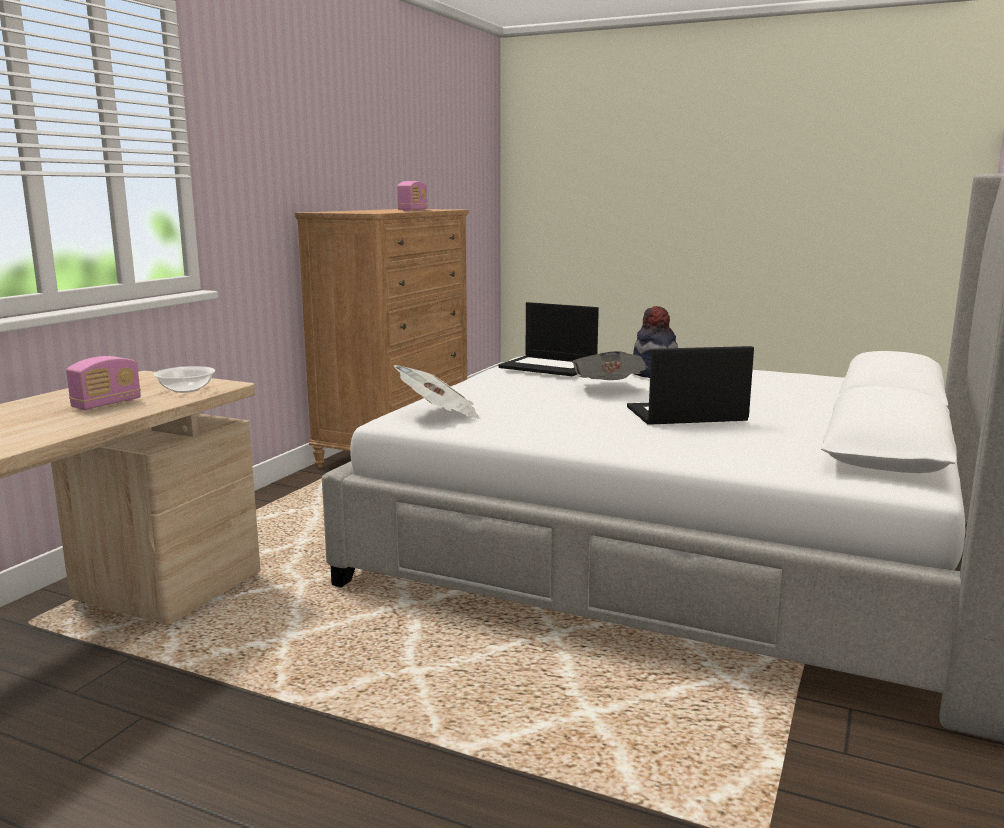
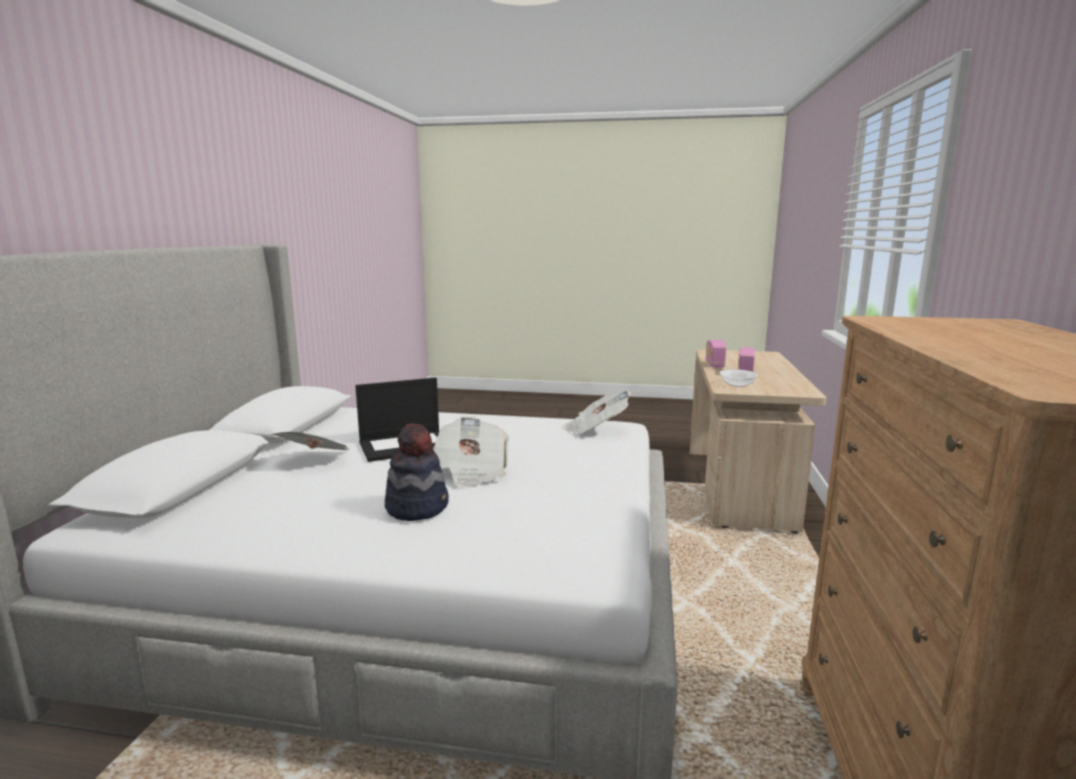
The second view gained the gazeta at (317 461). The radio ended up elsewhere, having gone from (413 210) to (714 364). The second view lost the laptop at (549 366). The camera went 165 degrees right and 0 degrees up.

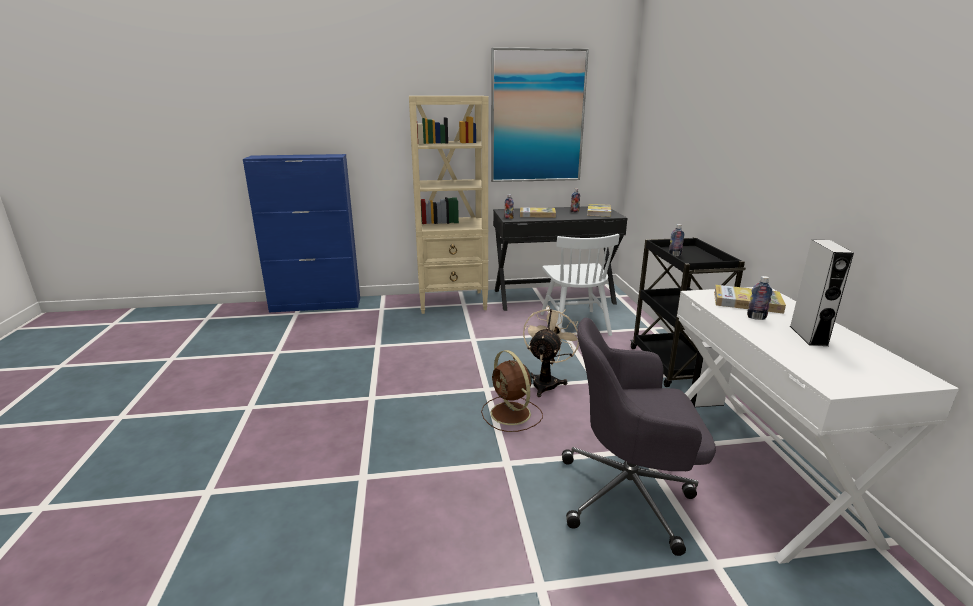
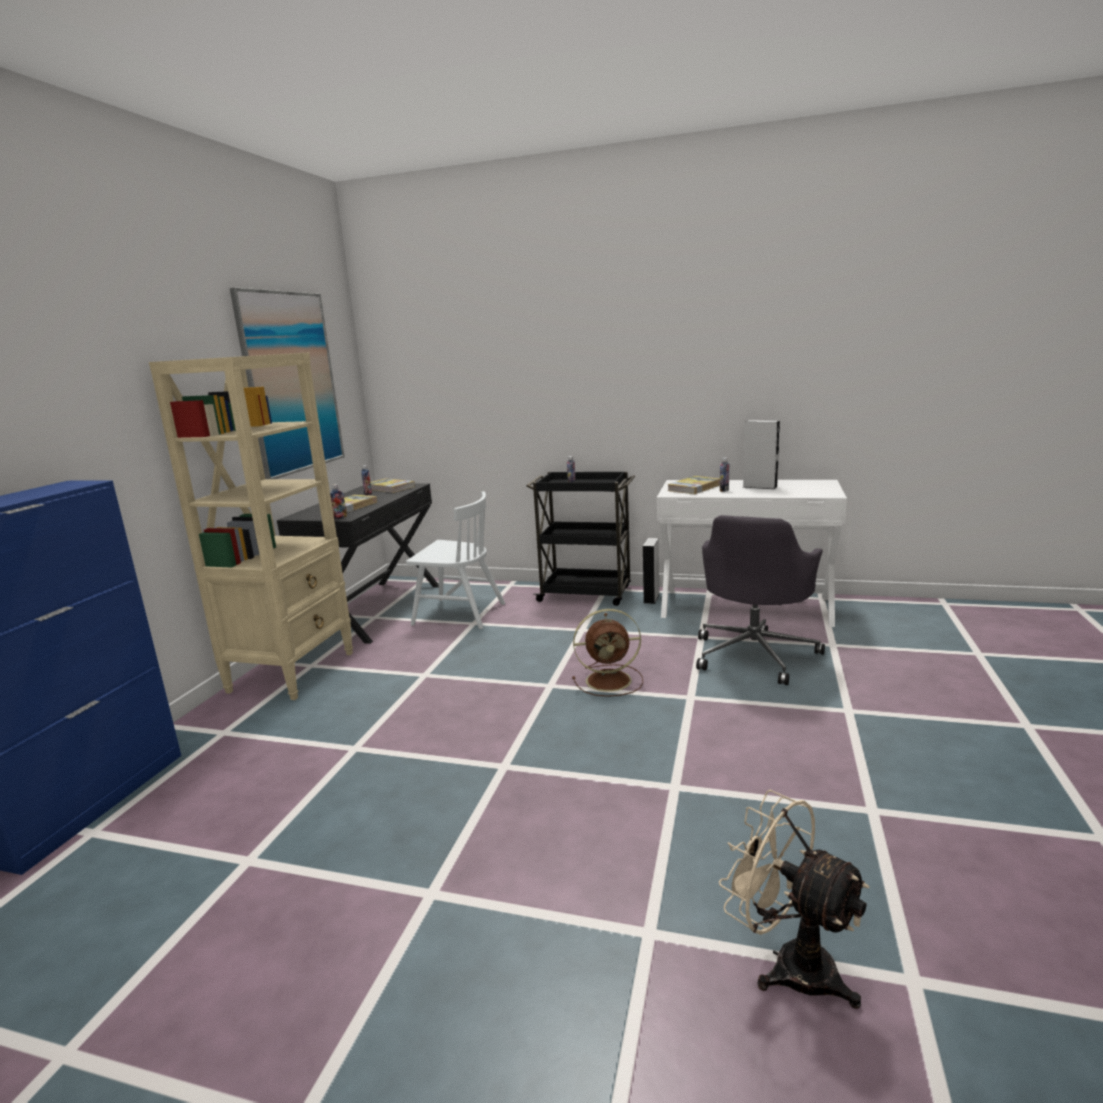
The wentylator [beżowy] ended up elsewhere, having gone from (547 382) to (789 963). The camera went 65 degrees left and 5 degrees down.

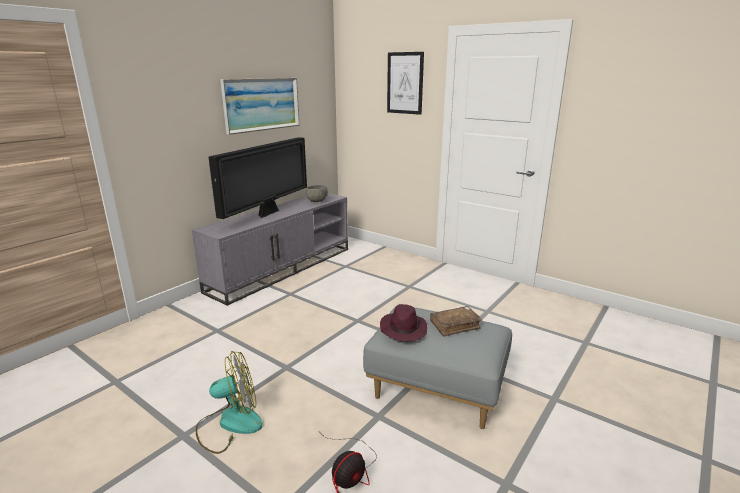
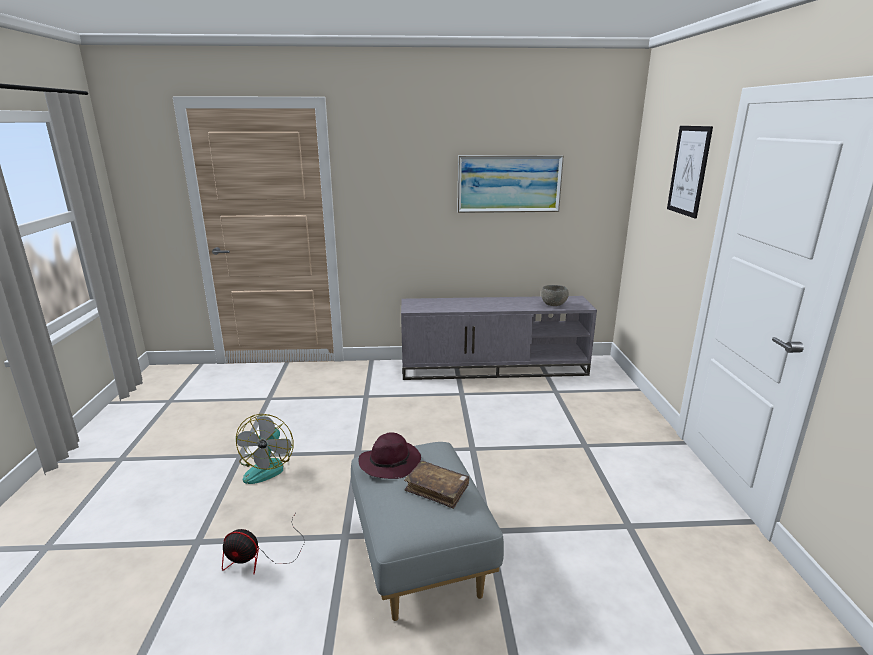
The wentylator at (230 424) ended up facing another way, 60 degrees clockwise from before. The second view lost the telewizor at (268 213). The camera went 50 degrees right and 0 degrees up.

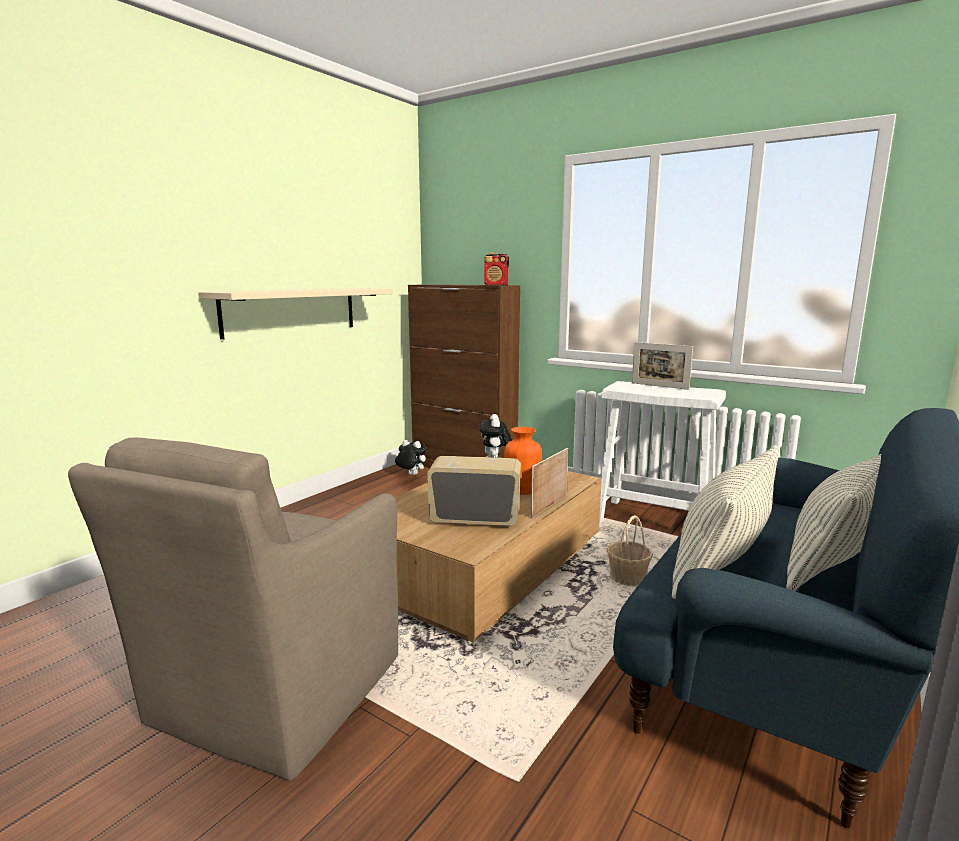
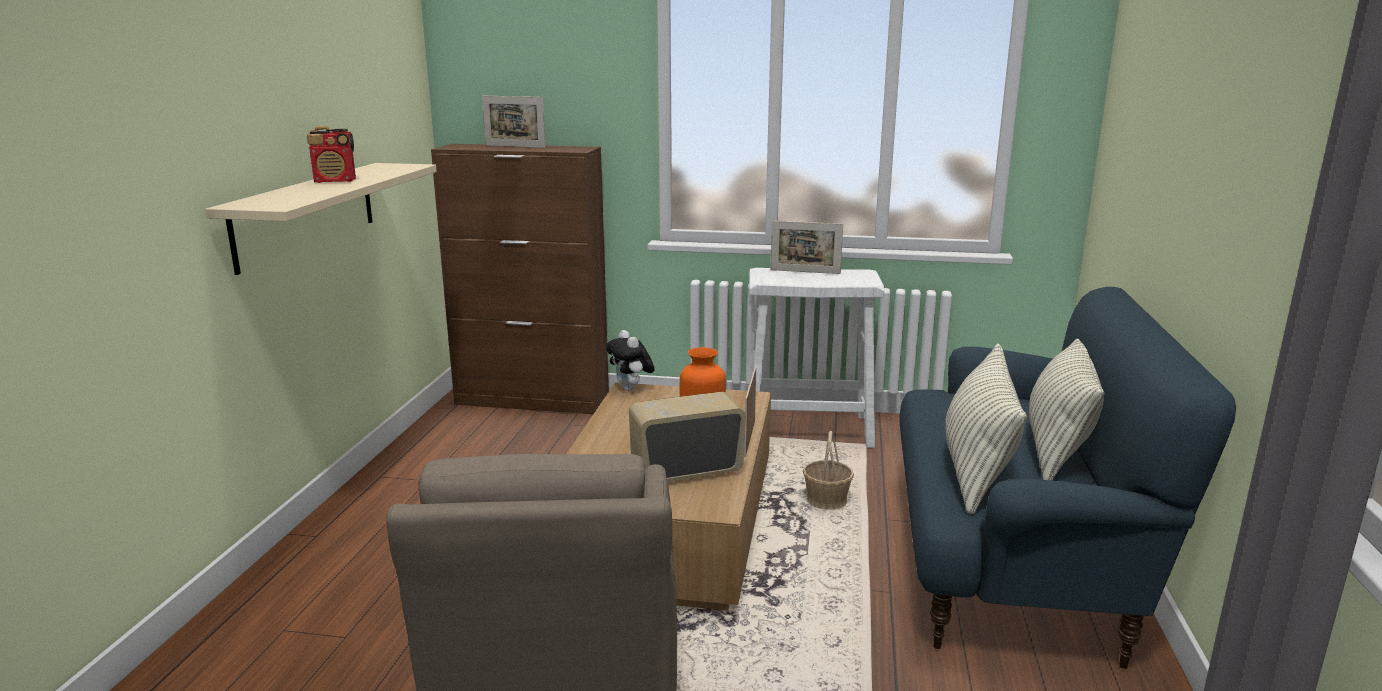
The radio ended up elsewhere, having gone from (496 285) to (335 181). The second view gained the ramka na zdjęcie at (515 146). The second view lost the pluszak at (411 475). The camera went 25 degrees left and 5 degrees up.

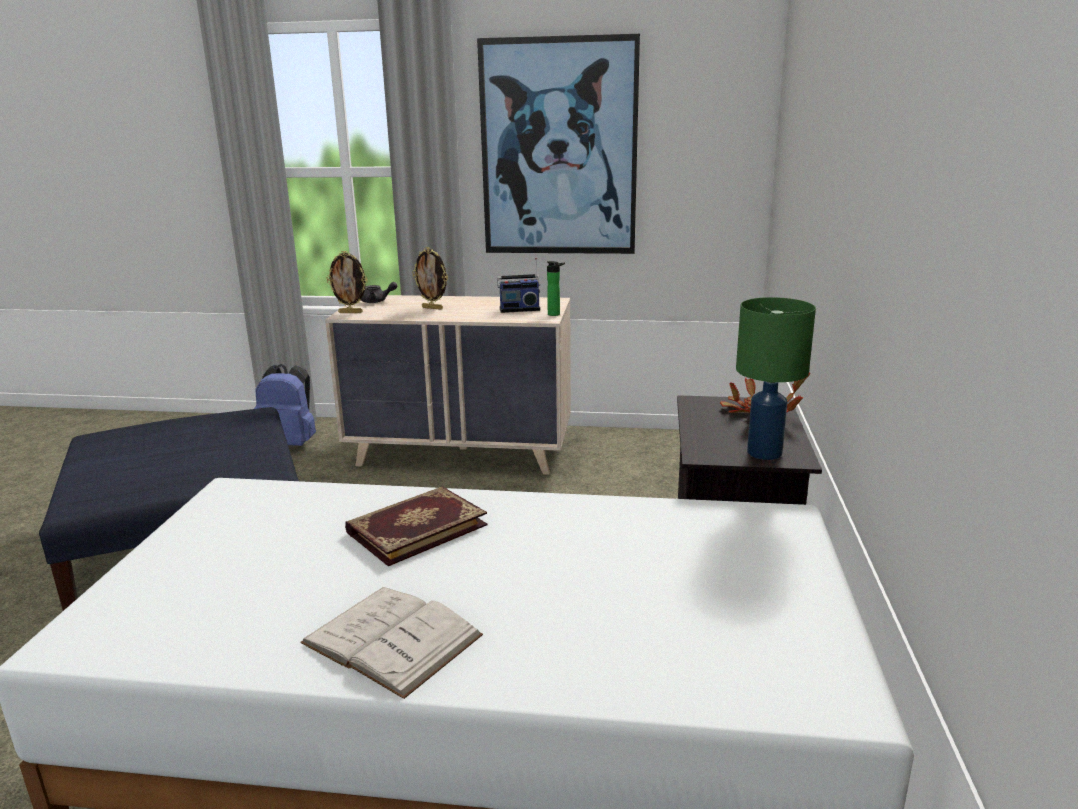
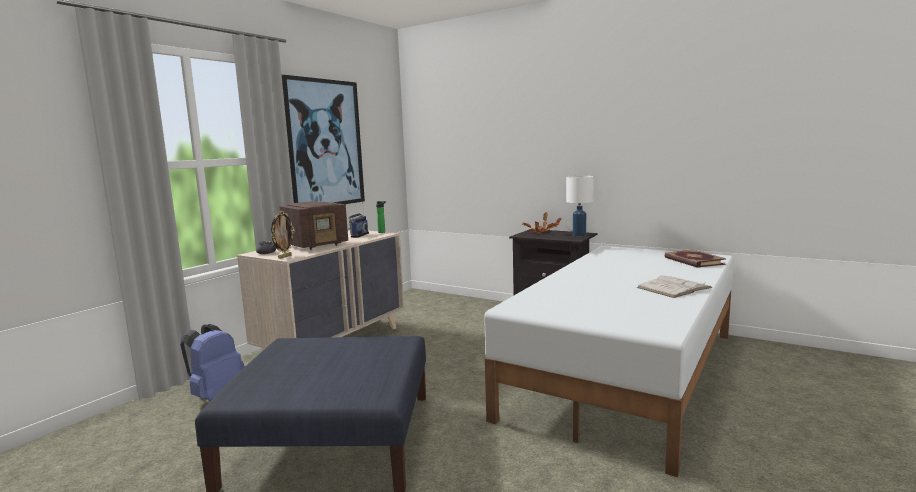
Where the ramka na zdjęcie stood at (432 308), the radio came to stand at (317 245). What was the lampa stołowa [zielony] at (763 452) turned into the lampa stołowa [biały] at (579 235). The książka ended up elsewhere, having gone from (416 528) to (693 261). The camera went 65 degrees left and 10 degrees down.

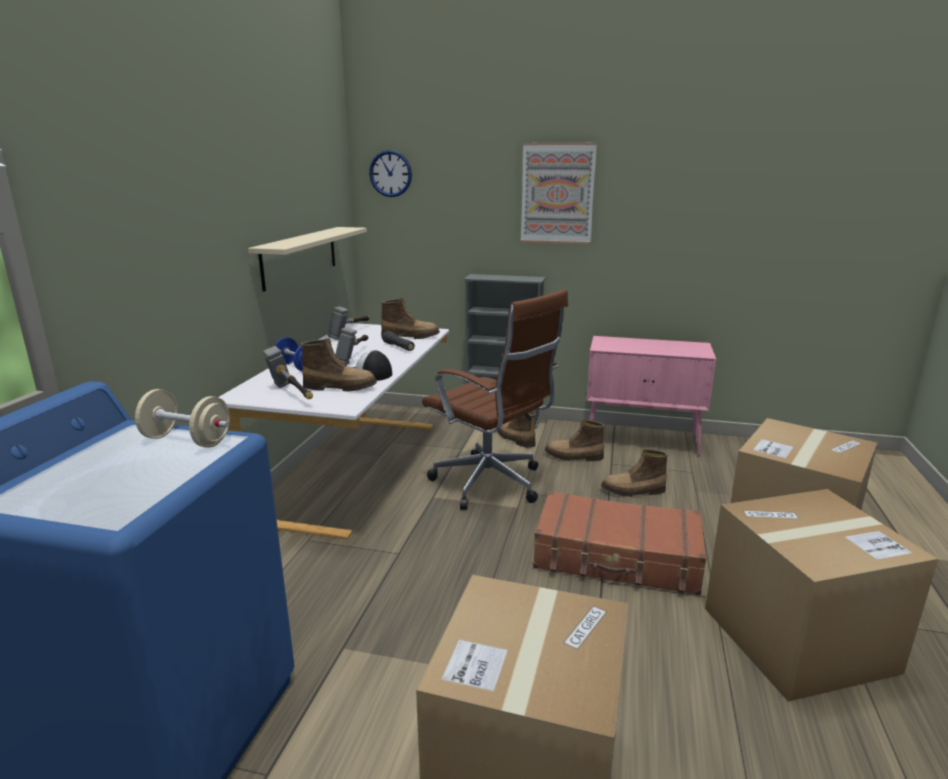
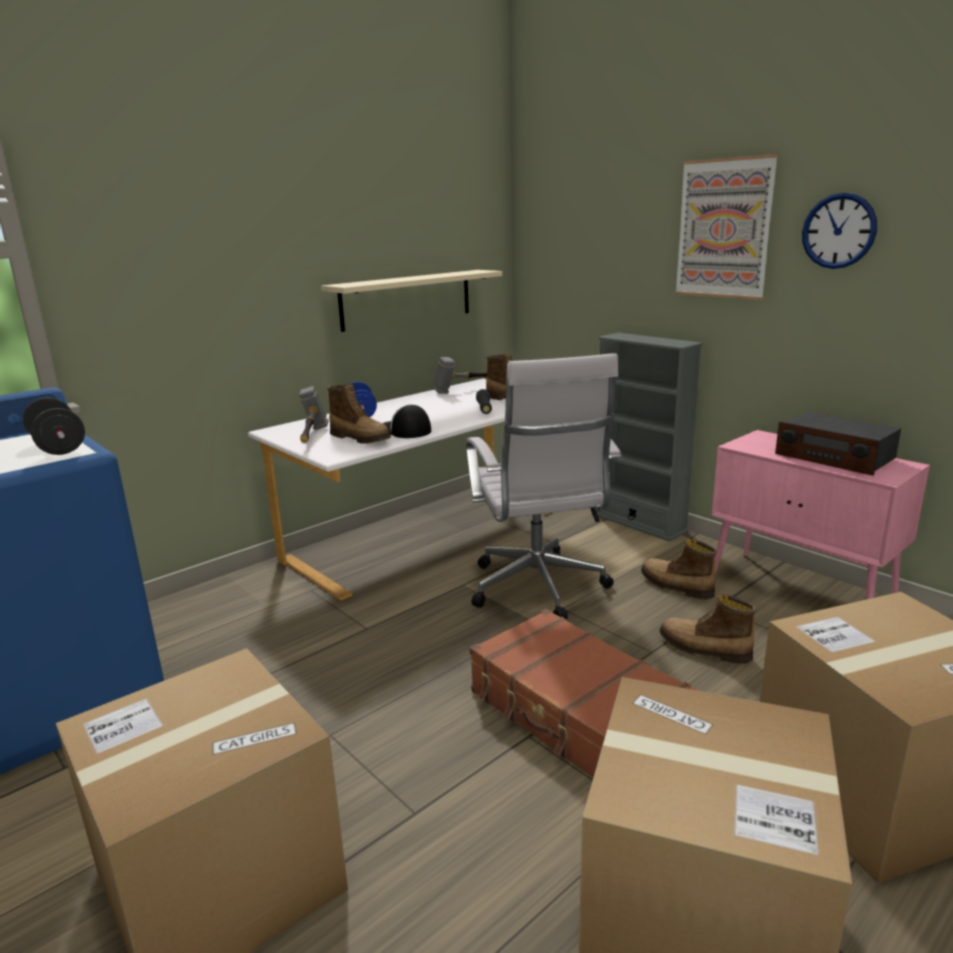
What was the hantel [beżowy] at (187 440) turned into the hantel [czarny] at (58 447). What was the krzesło biurowe [brązowy] at (492 485) turned into the krzesło biurowe [biały] at (539 590). The second view gained the radio at (834 457). The zegar ścienny ended up elsewhere, having gone from (390 173) to (838 231). The second view lost the młotek at (354 356). The second view lost the but z cholewką at (514 438). The camera went 35 degrees right and 0 degrees up.

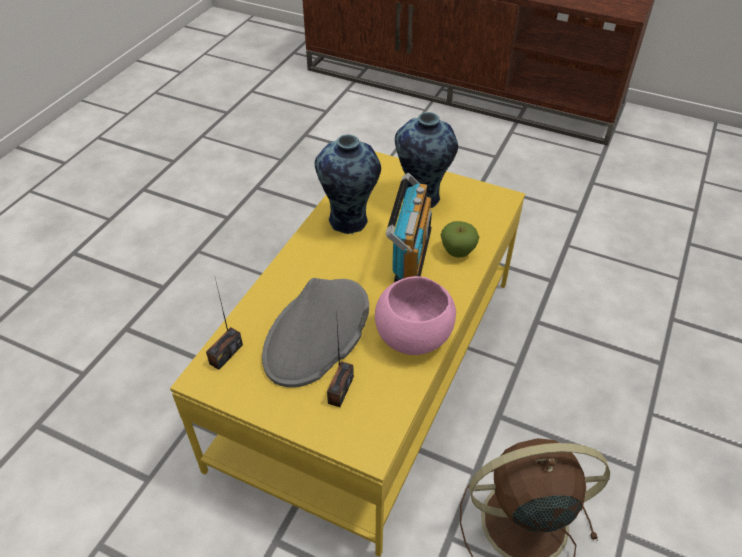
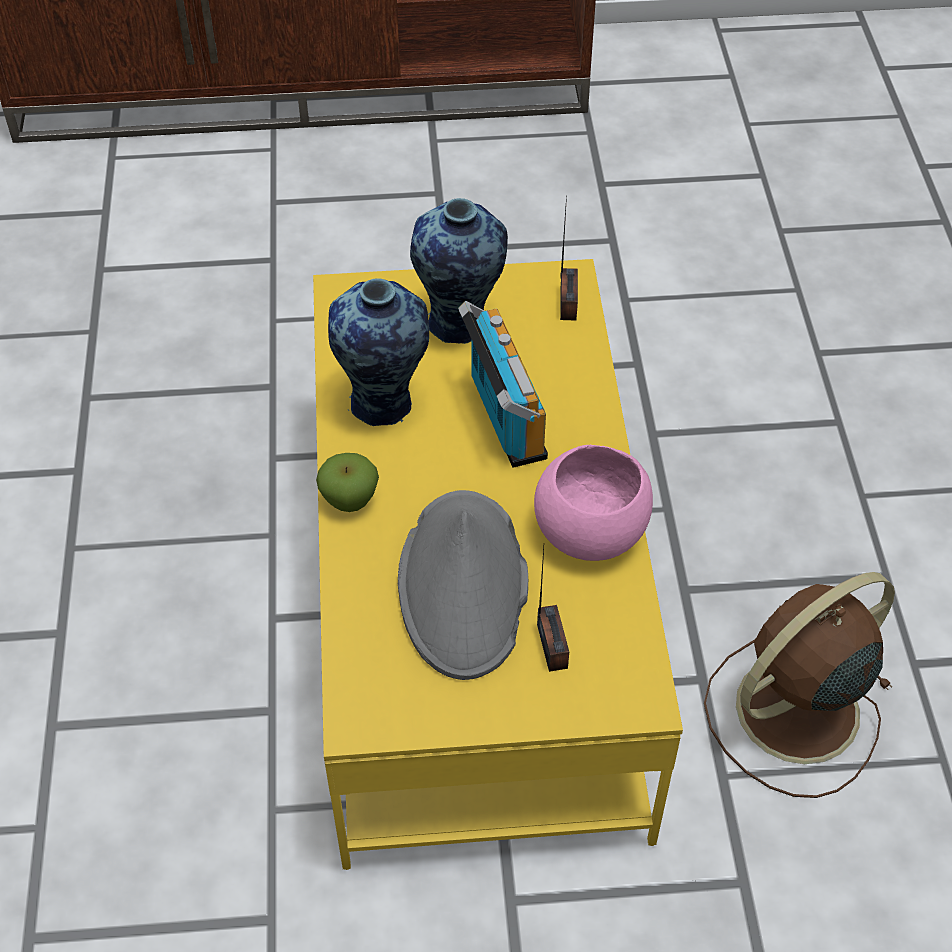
The jabłko ended up elsewhere, having gone from (457 252) to (349 500). The radio ended up elsewhere, having gone from (226 354) to (567 303). The camera went 30 degrees left and 5 degrees up.

